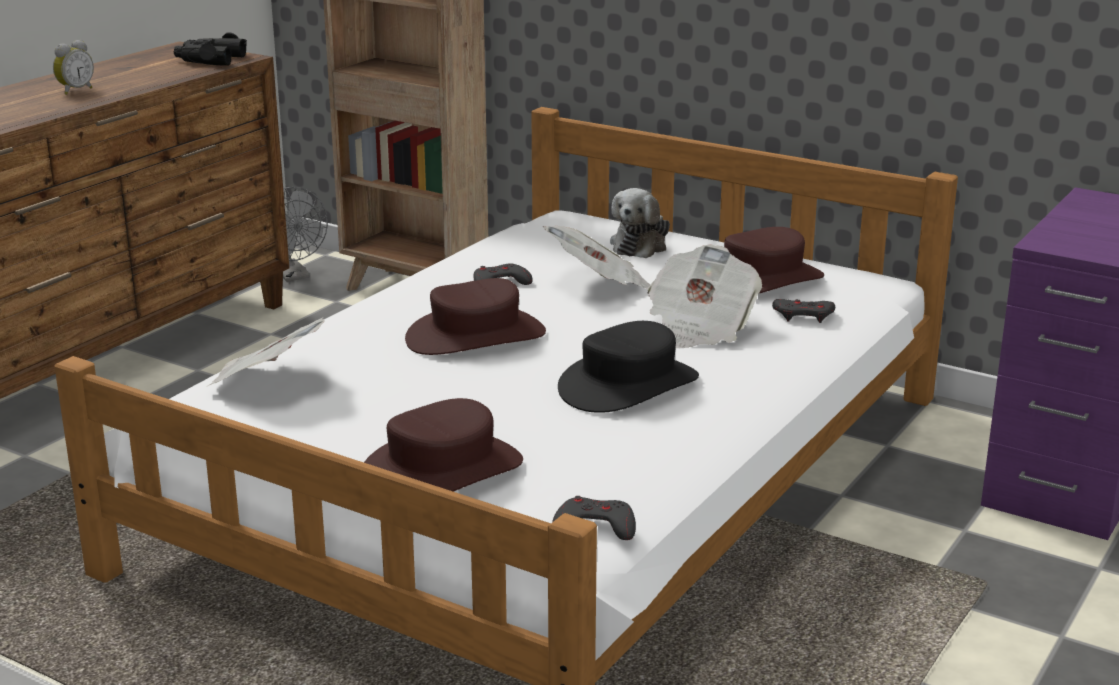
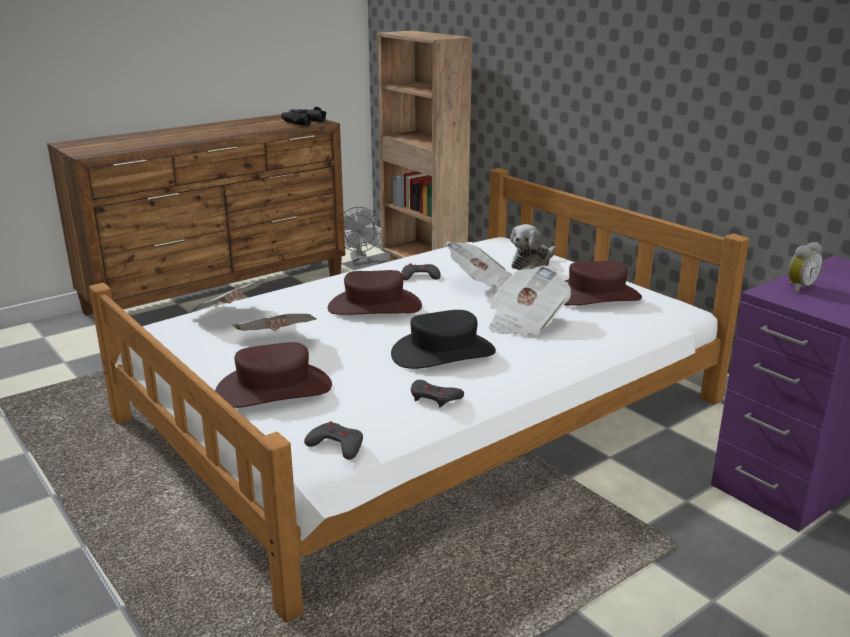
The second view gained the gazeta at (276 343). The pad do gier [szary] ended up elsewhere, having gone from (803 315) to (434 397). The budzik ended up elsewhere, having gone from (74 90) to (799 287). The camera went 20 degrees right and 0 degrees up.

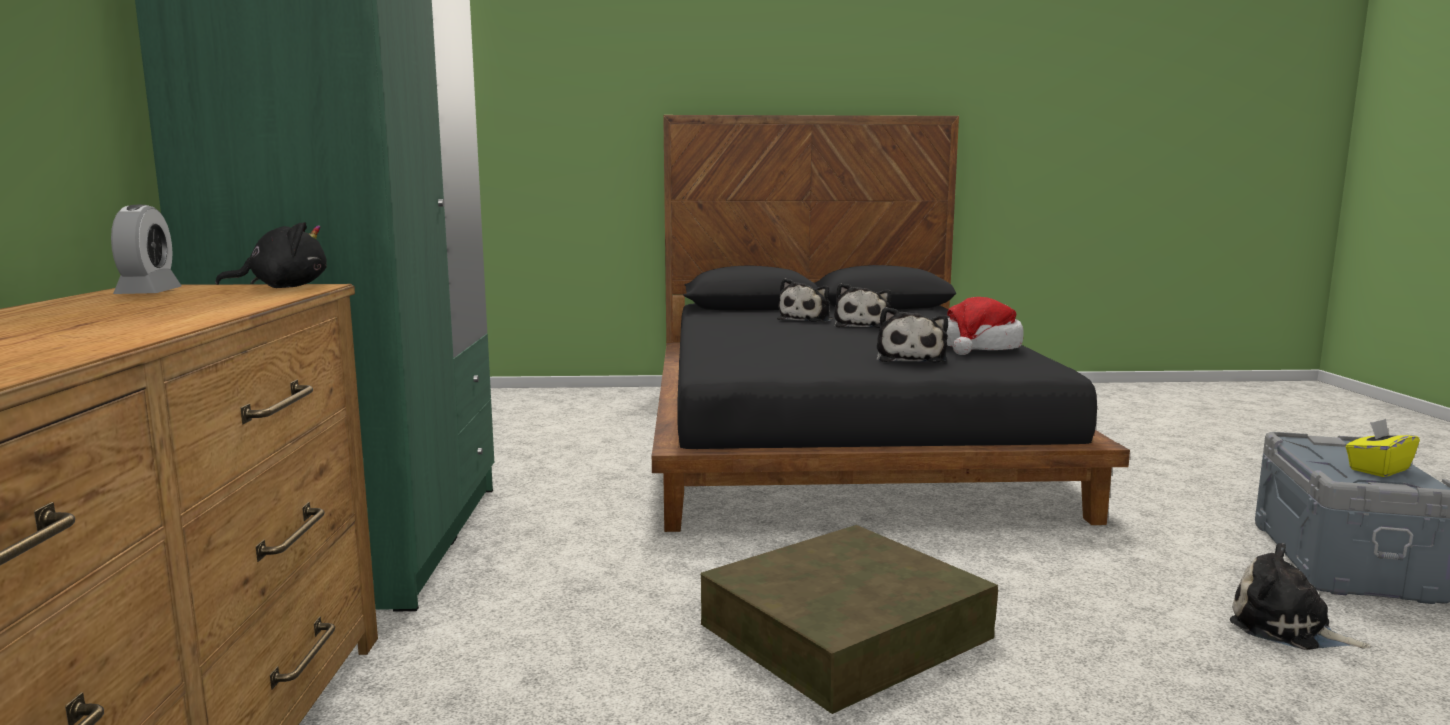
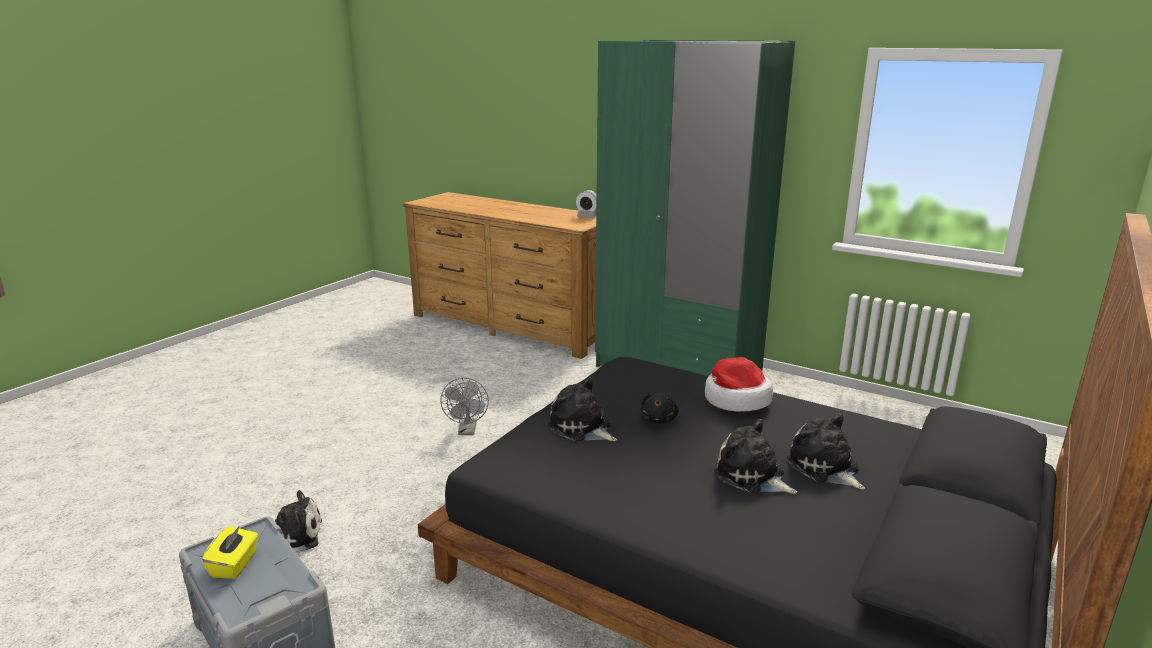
Where the pojemnik do przechowywania [brązowy] stood at (845 630), the wentylator [szary] came to stand at (467 431). The pluszak [czarny] ended up elsewhere, having gone from (283 287) to (659 419). The kapelusz ended up elsewhere, having gone from (979 347) to (735 399). The camera went 125 degrees right and 10 degrees up.

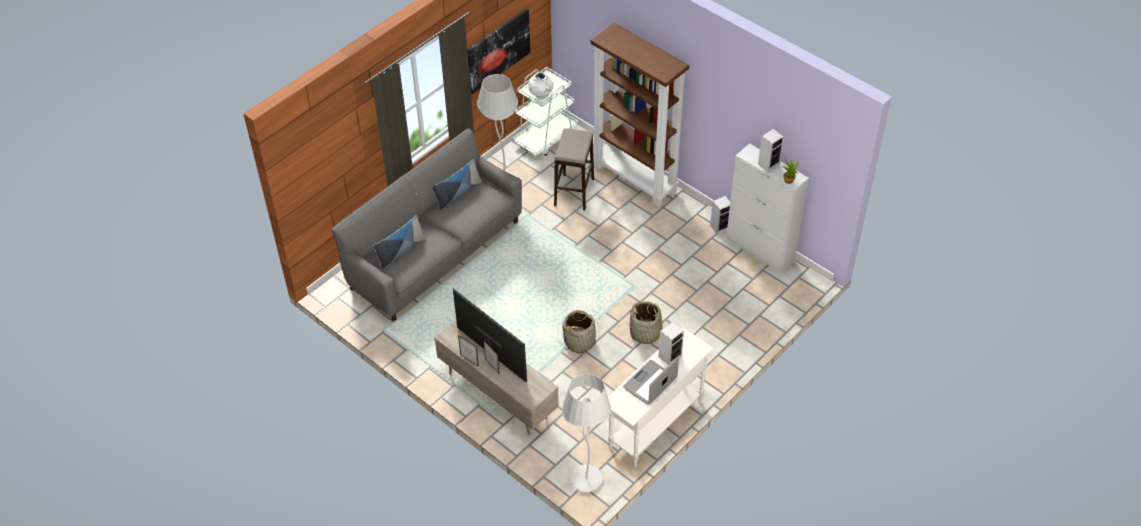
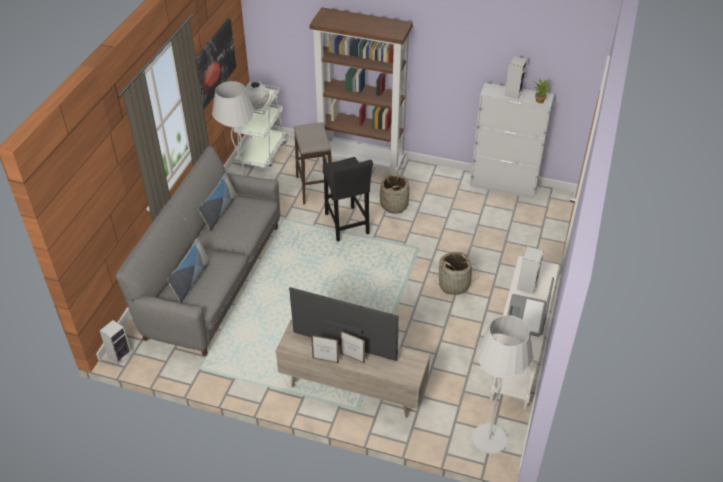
The głośnik ended up elsewhere, having gone from (720 227) to (120 355). The second view gained the stołek [czarny] at (347 225). The koszyk ended up elsewhere, having gone from (579 341) to (394 204). The camera went 25 degrees left and 5 degrees down.

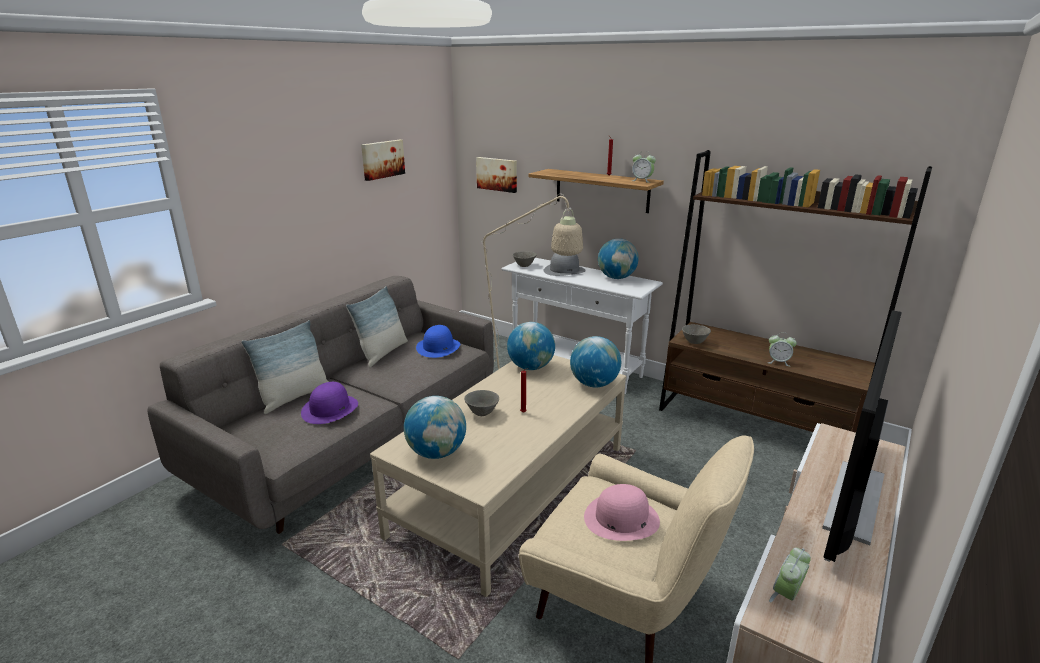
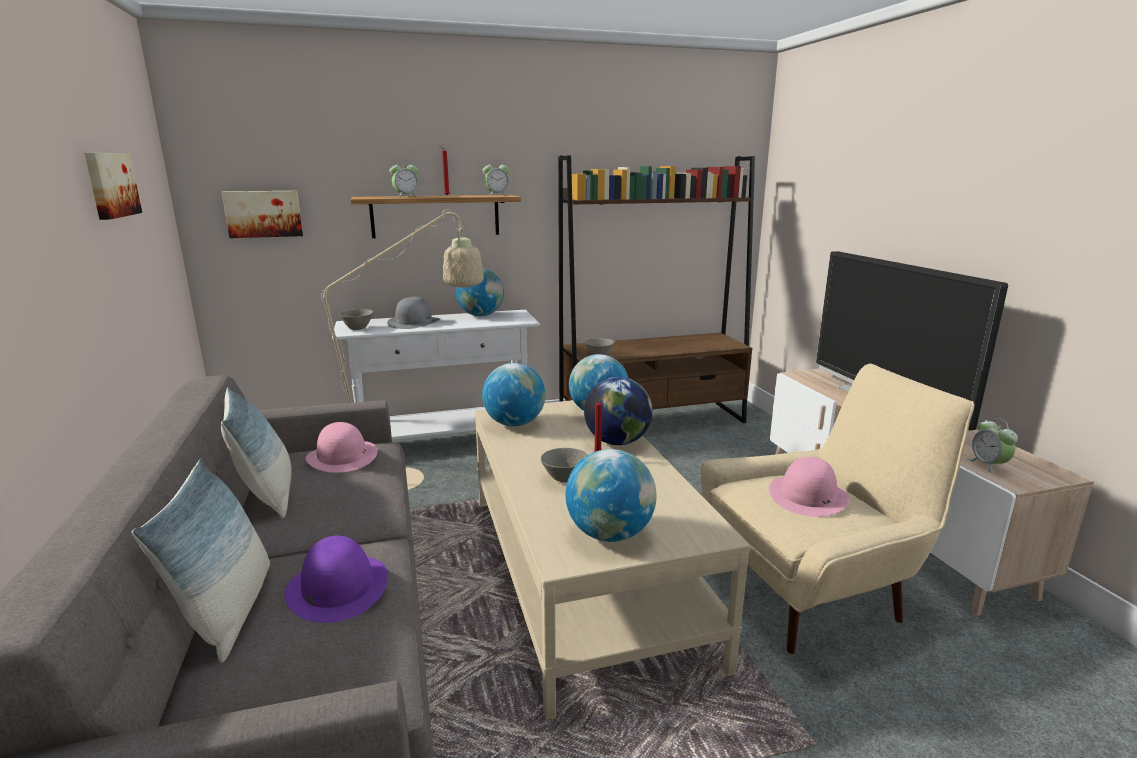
What was the kapelusz [niebieski] at (438 347) turned into the kapelusz [różowy] at (342 456). The budzik ended up elsewhere, having gone from (778 362) to (406 196). The second view gained the globus at (617 442). The camera went 50 degrees left and 5 degrees down.

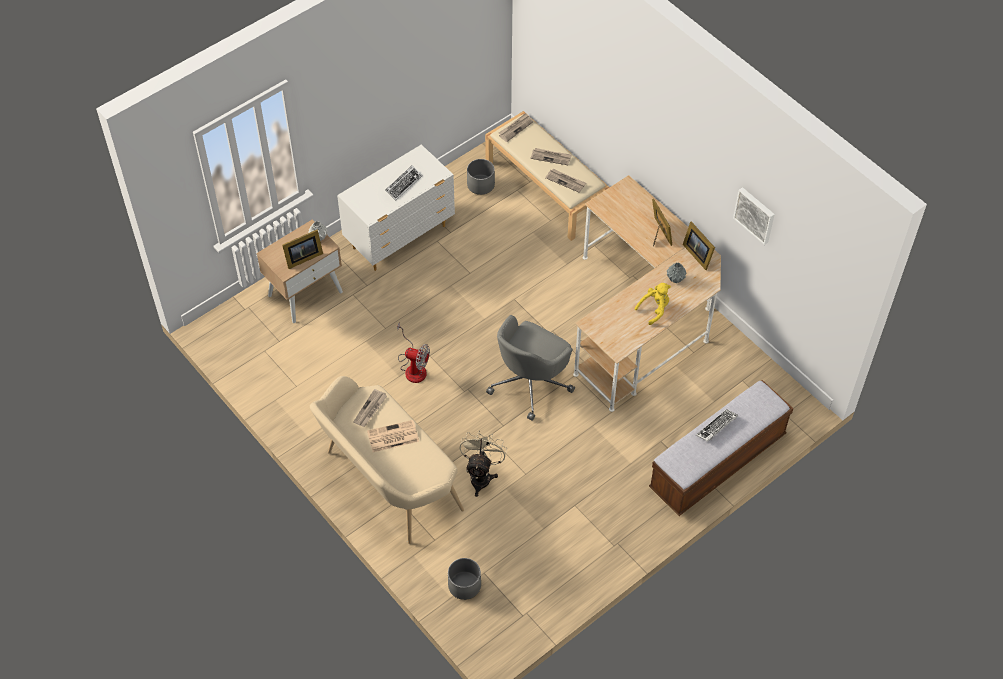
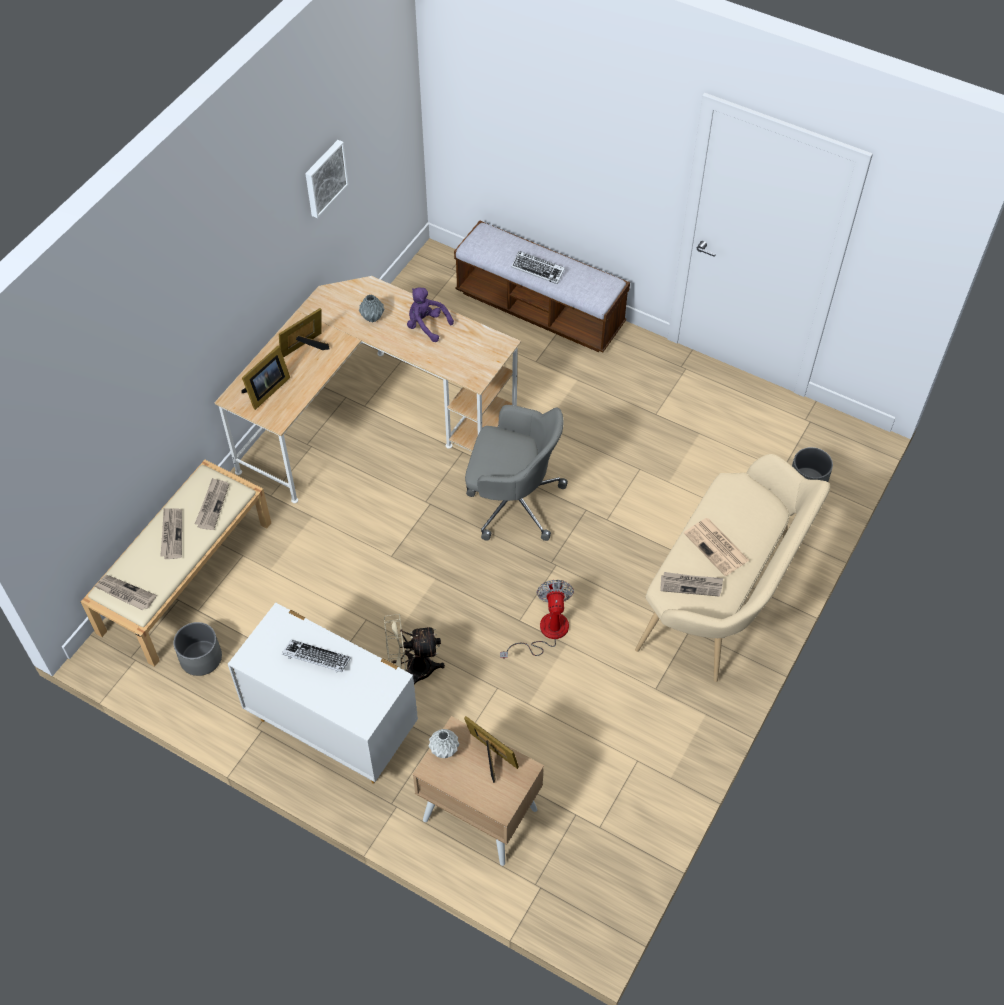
The ramka na zdjęcie ended up elsewhere, having gone from (697 254) to (266 391). The wentylator [beżowy] ended up elsewhere, having gone from (481 475) to (412 670). What was the pluszak [żółty] at (654 309) turned into the pluszak [fioletowy] at (426 325). The camera went 110 degrees left and 0 degrees up.

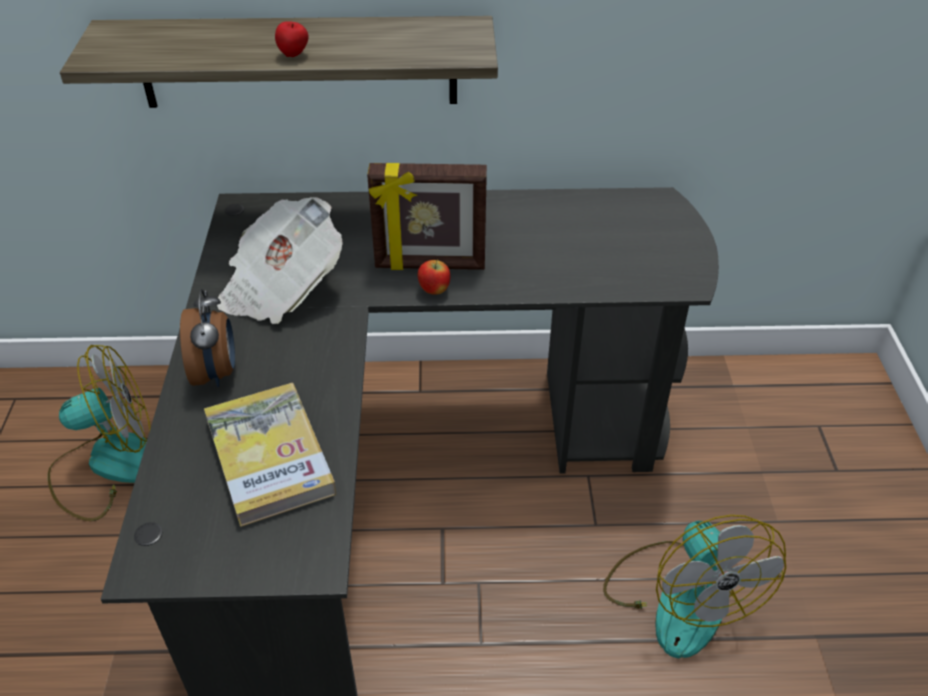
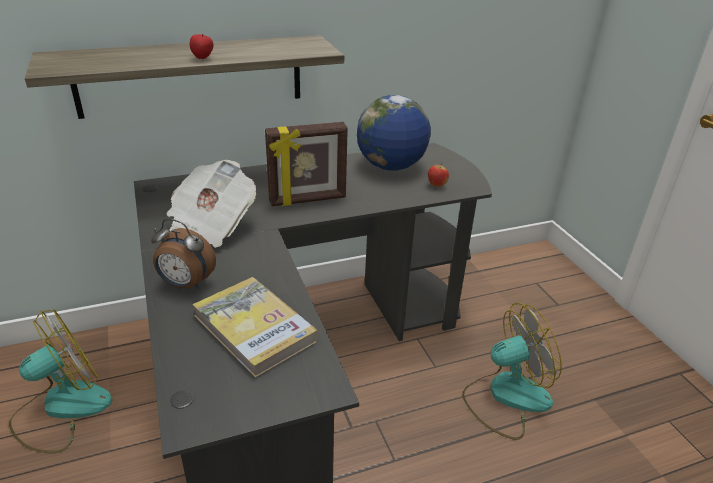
The budzik at (216 372) ended up facing another way, 135 degrees clockwise from before. The second view gained the globus at (391 166). The jabłko ended up elsewhere, having gone from (434 291) to (436 185). The wentylator at (679 597) ended up facing another way, 75 degrees counterclockwise from before. The camera went 20 degrees left and 10 degrees down.

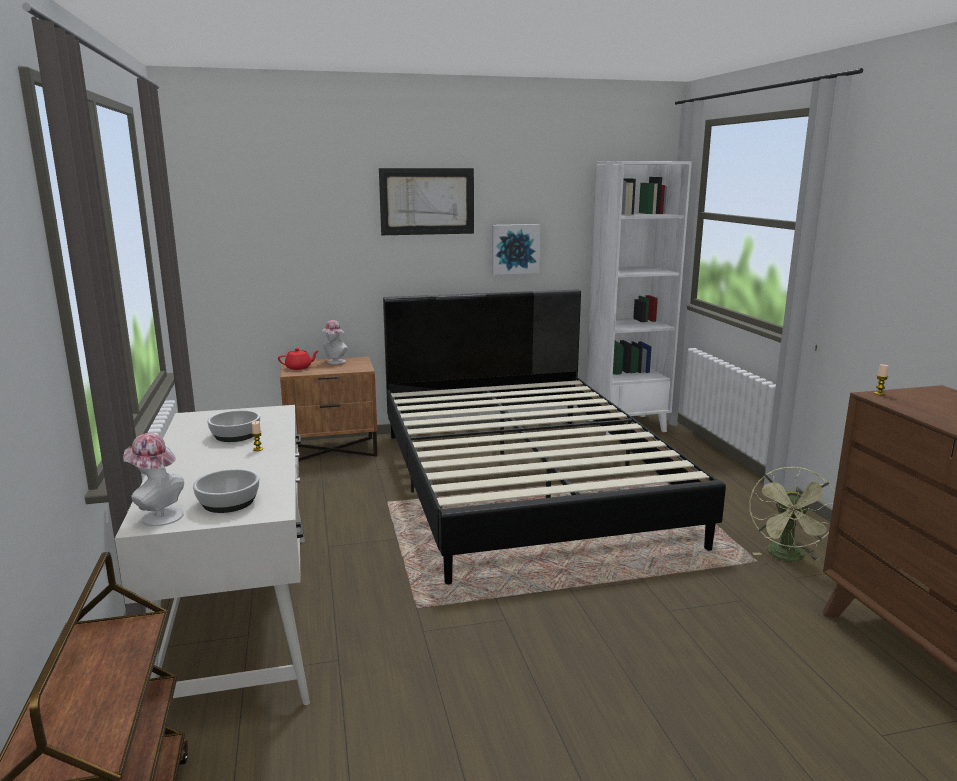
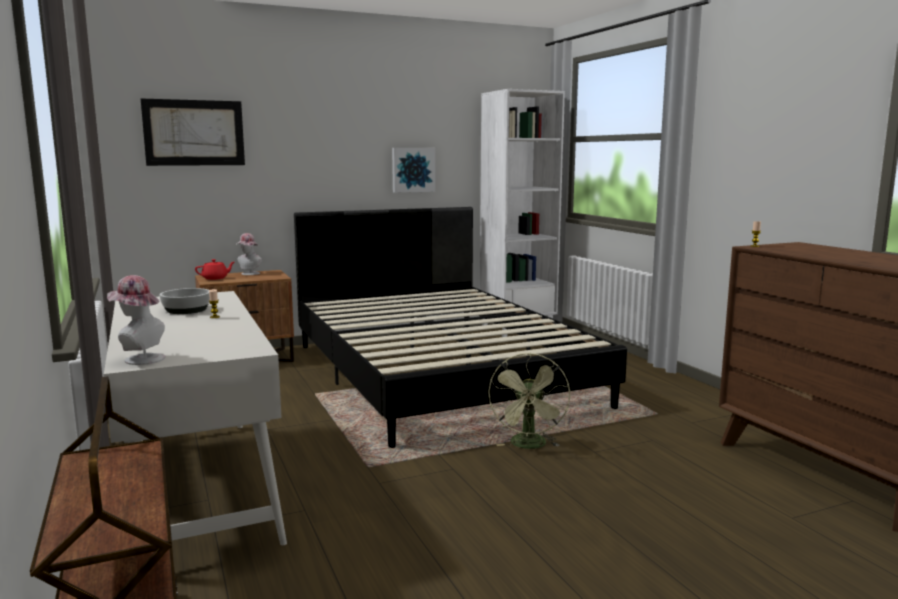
The obraz ended up elsewhere, having gone from (427 201) to (194 133). The wentylator [zielony] ended up elsewhere, having gone from (787 557) to (529 446). The second view lost the miska at (227 502). The camera went 10 degrees left and 5 degrees down.

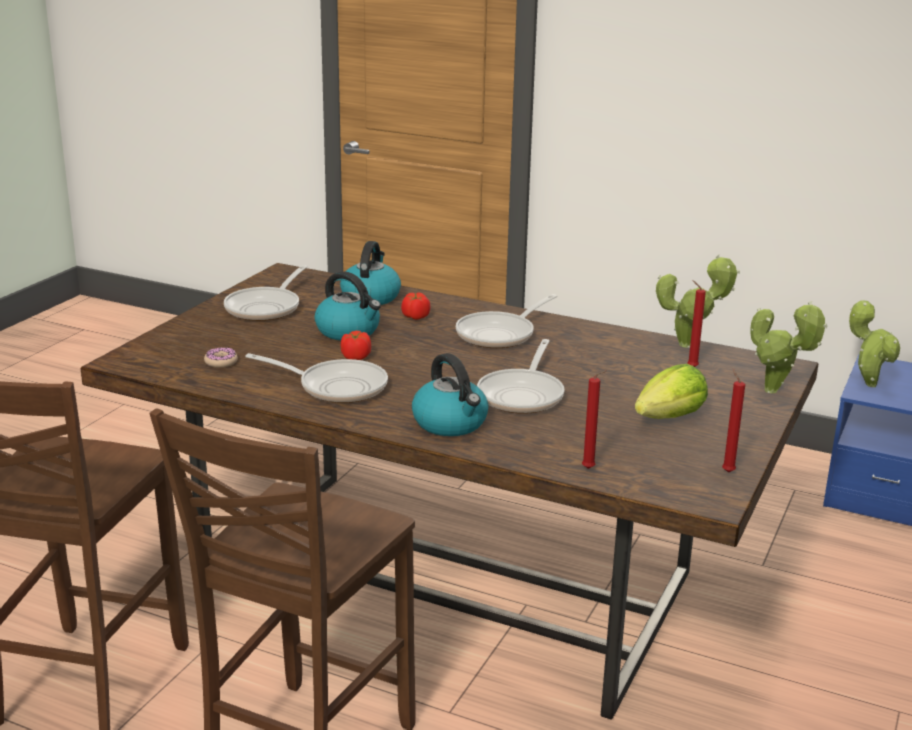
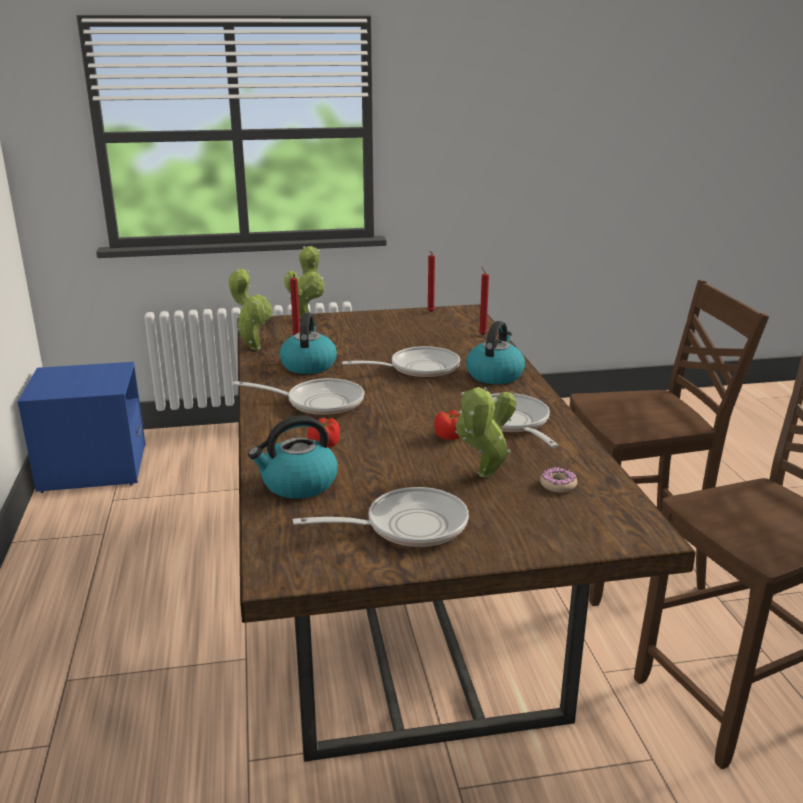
The czajnik ended up elsewhere, having gone from (349 331) to (308 365). The roślina doniczkowa ended up elsewhere, having gone from (867 383) to (483 477). The second view lost the sałata at (670 418). The camera went 125 degrees left and 0 degrees up.

